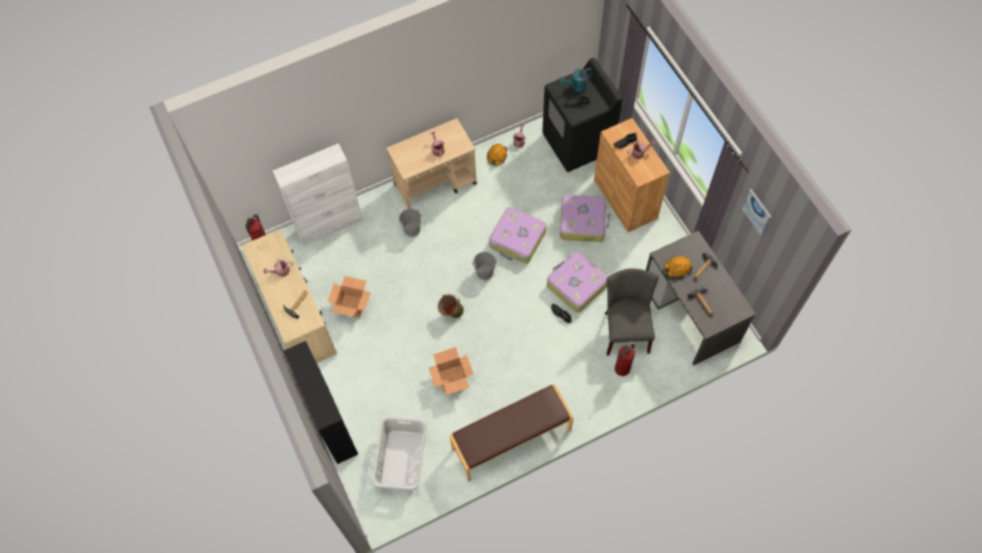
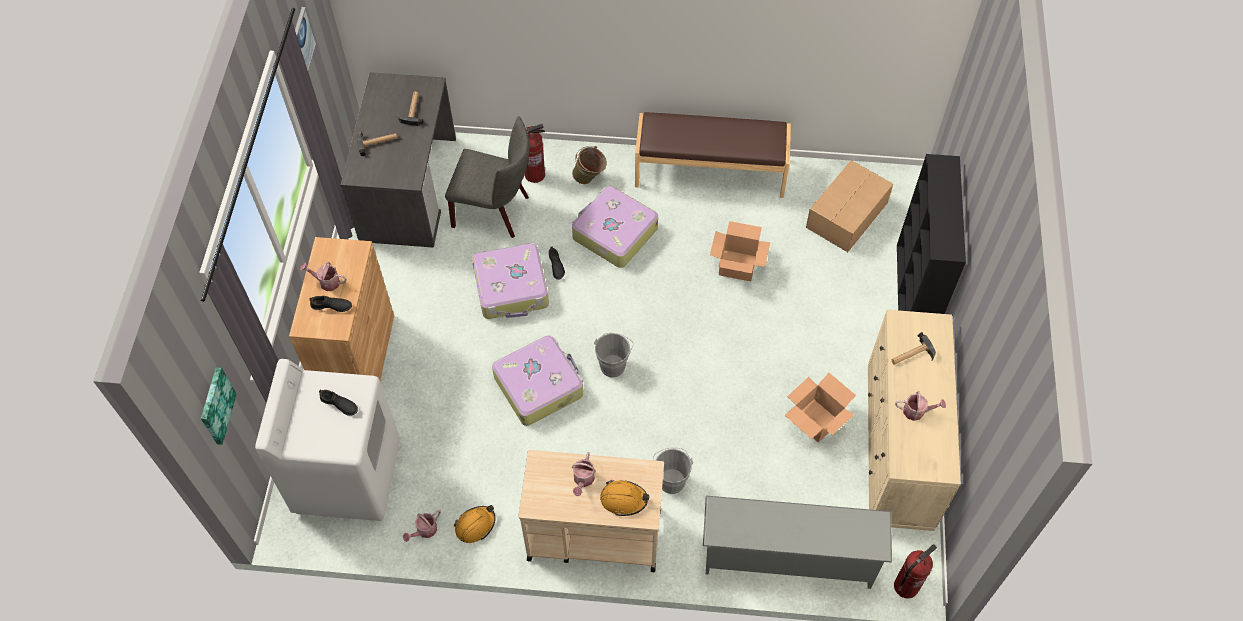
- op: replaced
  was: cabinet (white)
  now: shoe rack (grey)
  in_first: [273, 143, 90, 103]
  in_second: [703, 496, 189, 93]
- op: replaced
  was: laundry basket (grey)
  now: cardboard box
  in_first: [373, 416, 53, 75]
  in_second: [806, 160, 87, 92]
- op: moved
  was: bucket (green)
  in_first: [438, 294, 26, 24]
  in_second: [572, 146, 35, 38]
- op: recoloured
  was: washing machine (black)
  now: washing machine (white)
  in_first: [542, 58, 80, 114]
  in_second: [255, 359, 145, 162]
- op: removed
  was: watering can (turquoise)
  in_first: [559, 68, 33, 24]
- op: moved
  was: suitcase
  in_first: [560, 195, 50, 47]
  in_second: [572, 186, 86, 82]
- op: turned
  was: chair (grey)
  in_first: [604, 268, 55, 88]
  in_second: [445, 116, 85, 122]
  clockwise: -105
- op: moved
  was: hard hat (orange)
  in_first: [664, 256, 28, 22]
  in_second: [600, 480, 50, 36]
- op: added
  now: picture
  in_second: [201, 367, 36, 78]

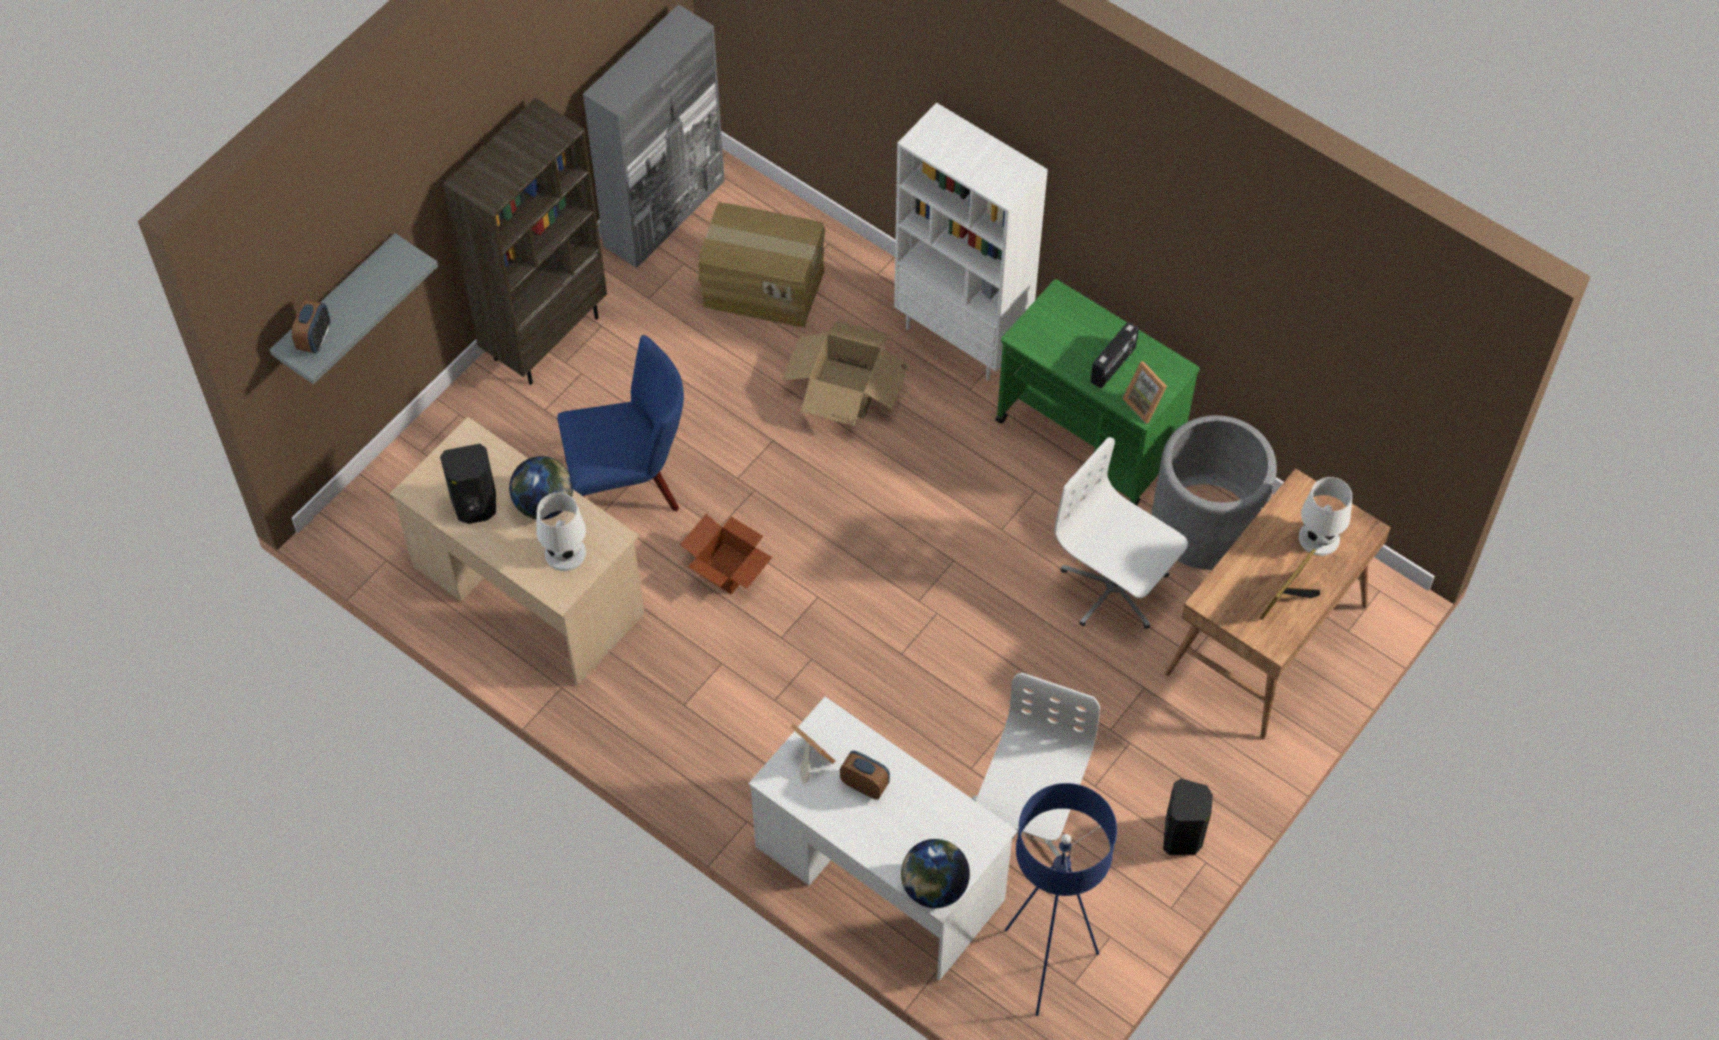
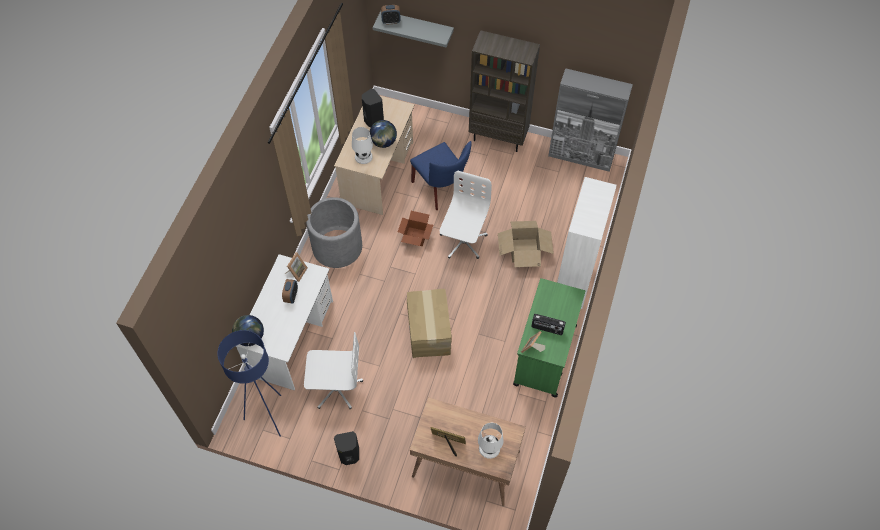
- op: moved
  was: cardboard box
  in_first: [698, 202, 127, 125]
  in_second: [407, 289, 45, 69]
- op: moved
  was: office chair (white)
  in_first: [1054, 437, 134, 192]
  in_second: [440, 171, 52, 88]
- op: moved
  was: planter (grey)
  in_first: [1152, 415, 125, 155]
  in_second: [306, 197, 56, 71]

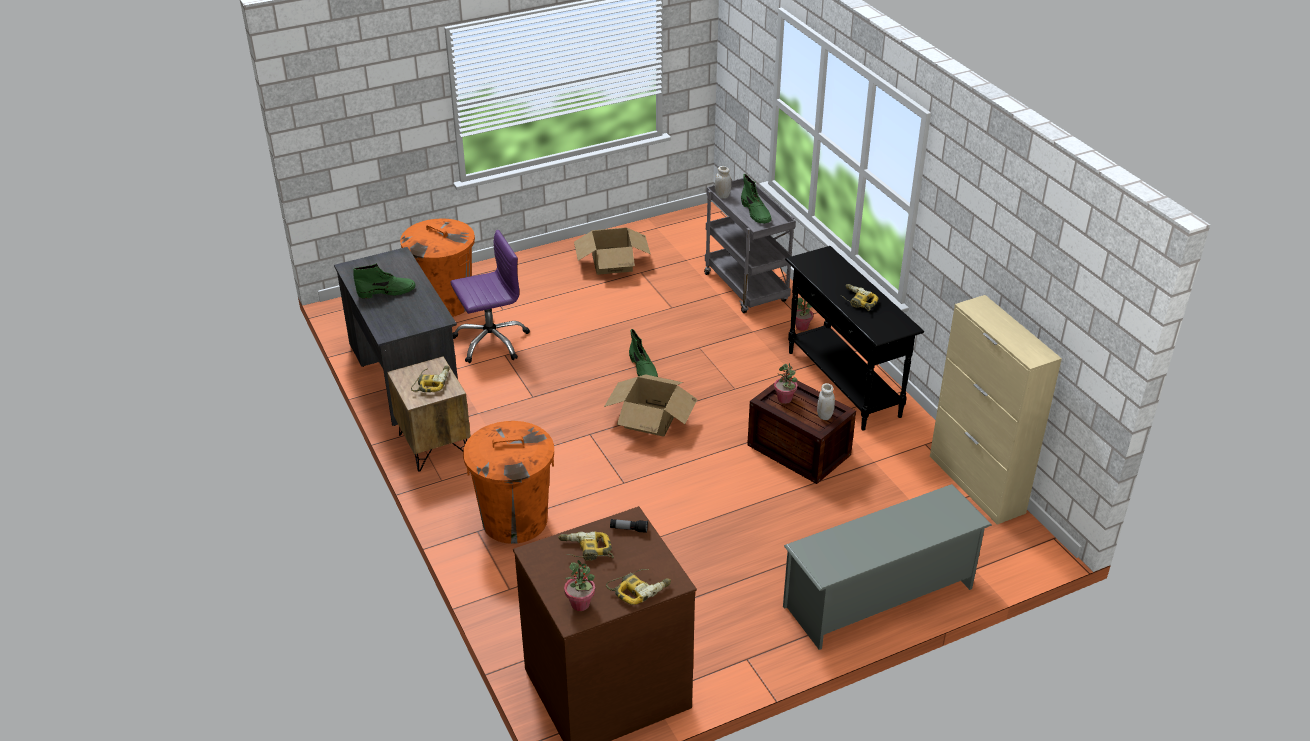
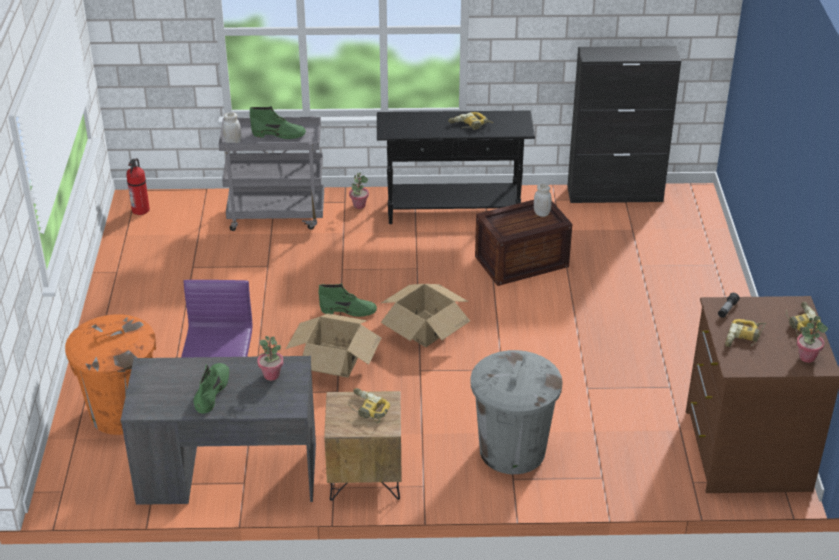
- op: recoloured
  was: trash can (orange)
  now: trash can (grey)
  in_first: [463, 421, 91, 123]
  in_second: [470, 350, 93, 124]
- op: moved
  was: cardboard box
  in_first: [574, 228, 77, 47]
  in_second: [286, 313, 95, 65]
- op: moved
  was: potted plant
  in_first: [774, 363, 23, 41]
  in_second: [257, 336, 27, 45]
- op: removed
  was: shoe rack (grey)
  in_first: [783, 484, 209, 166]
- op: recoloured
  was: cabinet (beige)
  now: cabinet (black)
  in_first: [930, 295, 132, 229]
  in_second: [567, 46, 114, 157]
- op: added
  now: fire extinguisher
  in_second: [126, 158, 24, 57]

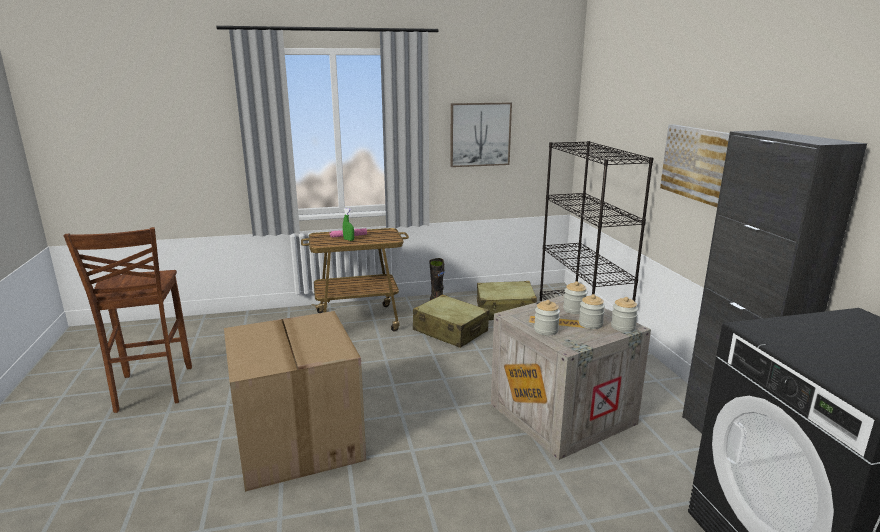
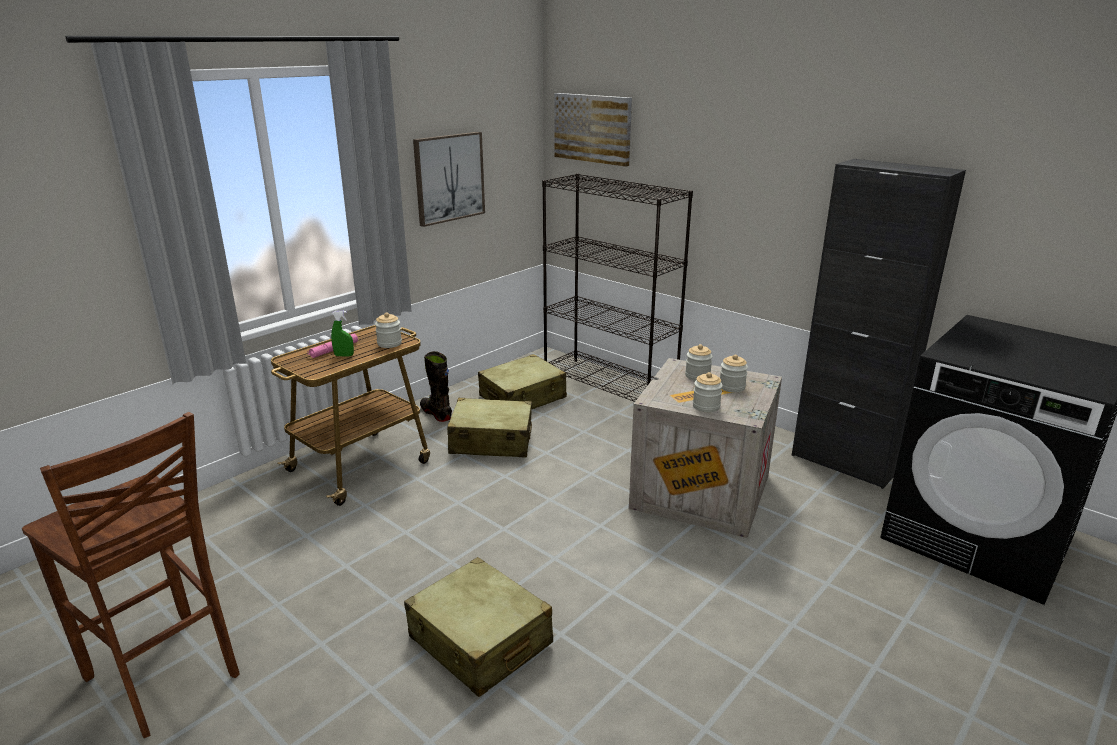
- op: replaced
  was: cardboard box
  now: suitcase (beige)
  in_first: [224, 311, 142, 181]
  in_second: [404, 557, 149, 140]
- op: moved
  was: jar
  in_first: [611, 297, 27, 35]
  in_second: [375, 312, 27, 36]
- op: moved
  was: picture
  in_first: [660, 124, 70, 83]
  in_second: [554, 93, 78, 74]

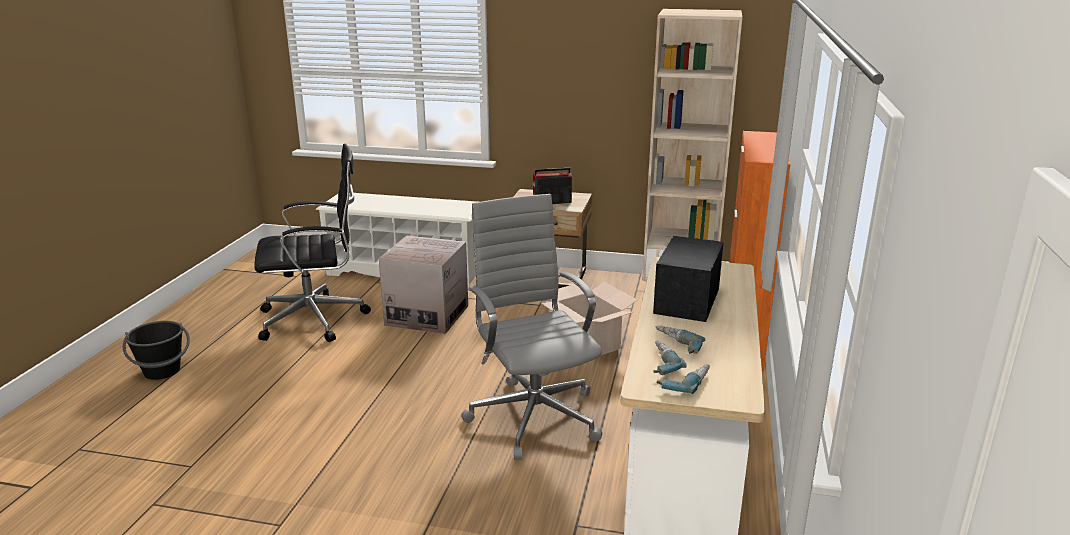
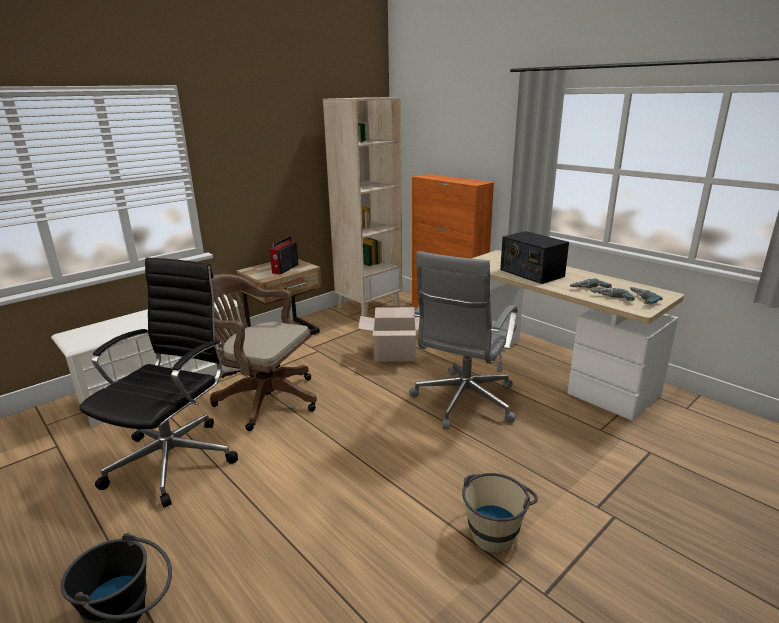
- op: replaced
  was: cardboard box
  now: office chair (brown)
  in_first: [379, 236, 89, 98]
  in_second: [210, 274, 107, 157]
- op: turned
  was: office chair (grey)
  in_first: [461, 194, 141, 266]
  in_second: [409, 251, 108, 178]
  clockwise: -75
- op: added
  now: bucket (beige)
  in_second: [462, 473, 76, 80]

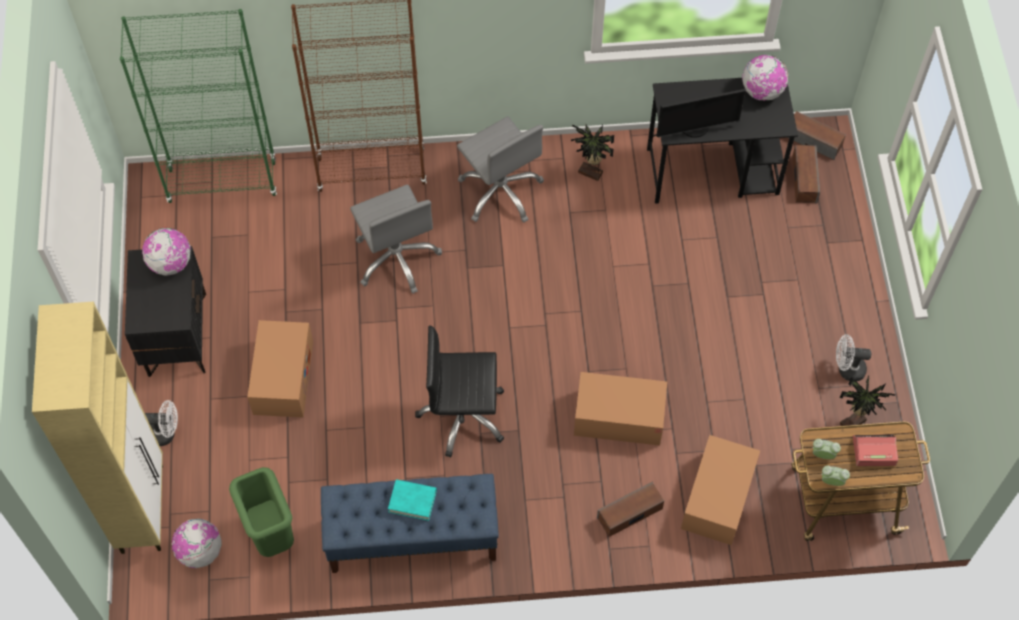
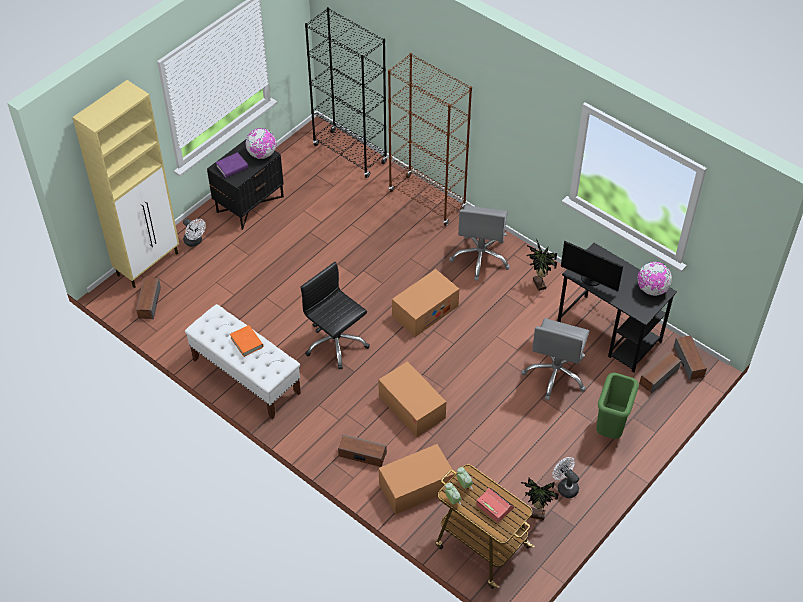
- op: recoloured
  was: bookcase (green)
  now: bookcase (black)
  in_first: [120, 9, 157, 194]
  in_second: [305, 7, 82, 171]
- op: replaced
  was: globe
  now: speaker
  in_first: [172, 519, 50, 49]
  in_second: [136, 278, 25, 42]
- op: moved
  was: trash can (green)
  in_first: [229, 467, 65, 90]
  in_second: [596, 373, 43, 66]
- op: moved
  was: cardboard box
  in_first: [247, 320, 66, 98]
  in_second: [392, 269, 67, 68]
- op: recoloured
  was: bench (blue)
  now: bench (white)
  in_first: [321, 474, 178, 99]
  in_second: [185, 304, 116, 115]
- op: moved
  was: office chair (grey)
  in_first: [350, 184, 92, 110]
  in_second: [522, 318, 67, 82]
- op: recoloured
  was: book (turquoise)
  now: book (orange)
  in_first: [388, 479, 49, 42]
  in_second: [230, 325, 33, 32]
- op: added
  now: book (purple)
  in_second: [216, 152, 32, 26]

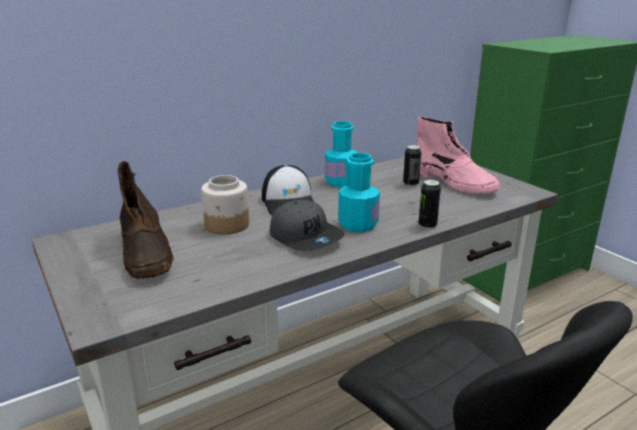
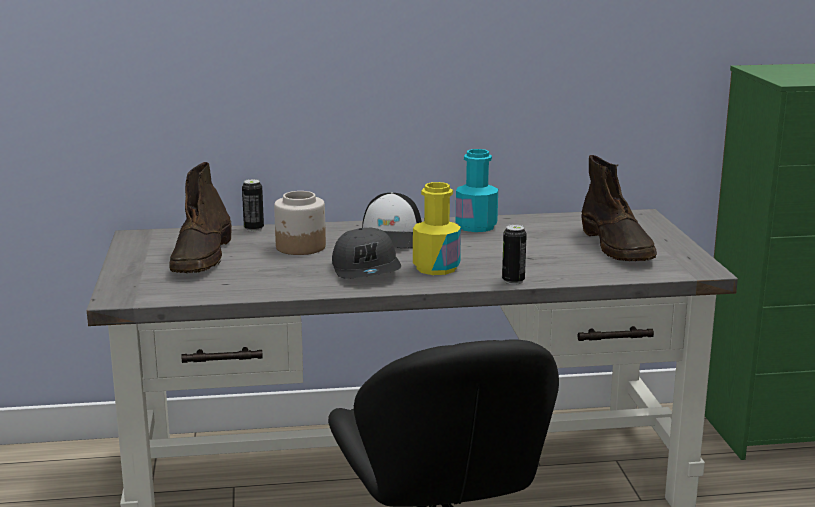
- op: recoloured
  was: bottle (turquoise)
  now: bottle (yellow)
  in_first: [338, 153, 42, 79]
  in_second: [413, 182, 48, 93]
- op: moved
  was: can
  in_first: [403, 145, 18, 42]
  in_second: [242, 179, 22, 53]
- op: recoloured
  was: boot (pink)
  now: boot (brown)
  in_first: [416, 116, 84, 78]
  in_second: [582, 155, 75, 106]

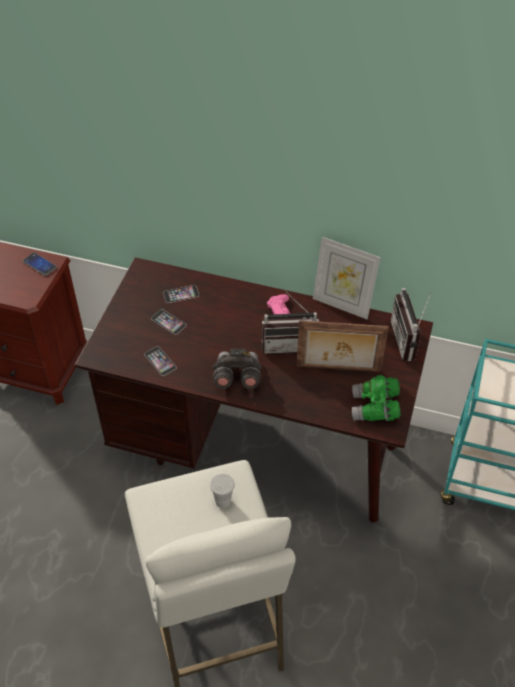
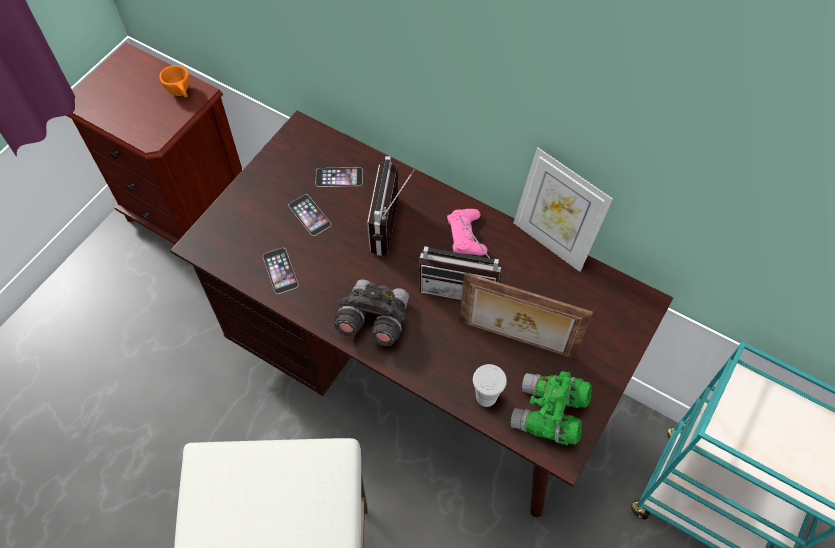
- op: replaced
  was: phone
  now: cup (orange)
  in_first: [23, 253, 34, 23]
  in_second: [159, 65, 31, 32]
- op: moved
  was: cup (white)
  in_first: [210, 474, 25, 34]
  in_second: [473, 364, 34, 43]
- op: moved
  was: radio
  in_first: [391, 288, 41, 73]
  in_second: [367, 156, 48, 100]

